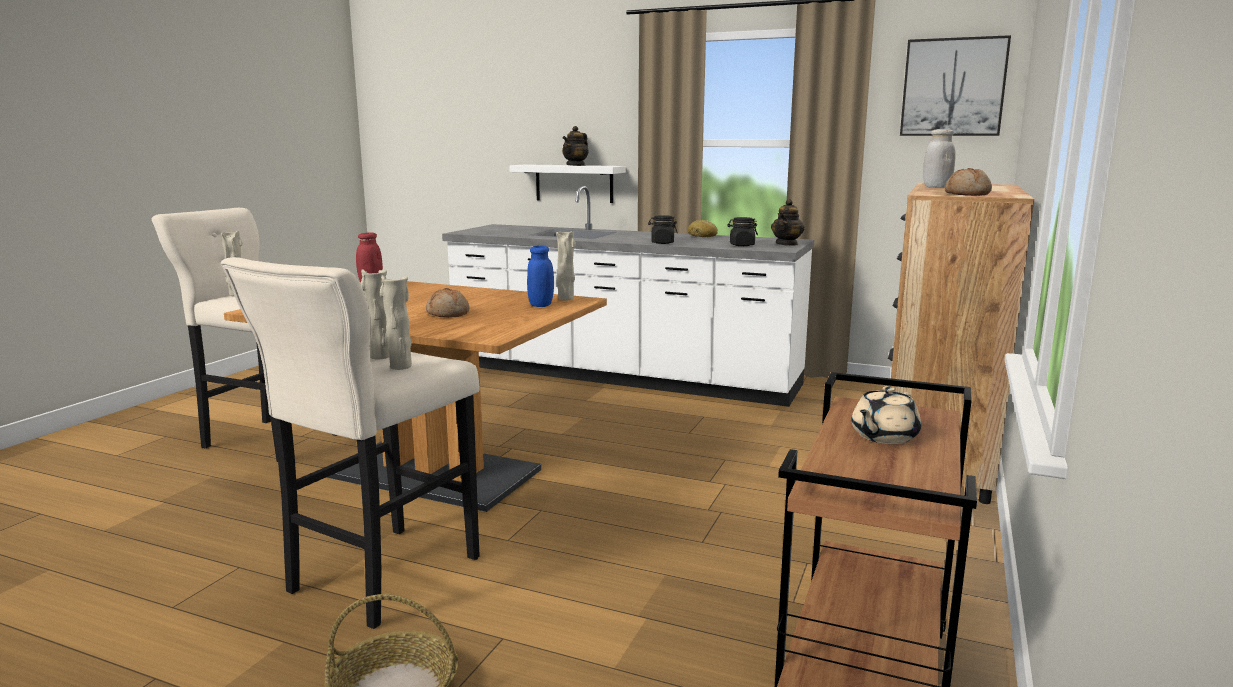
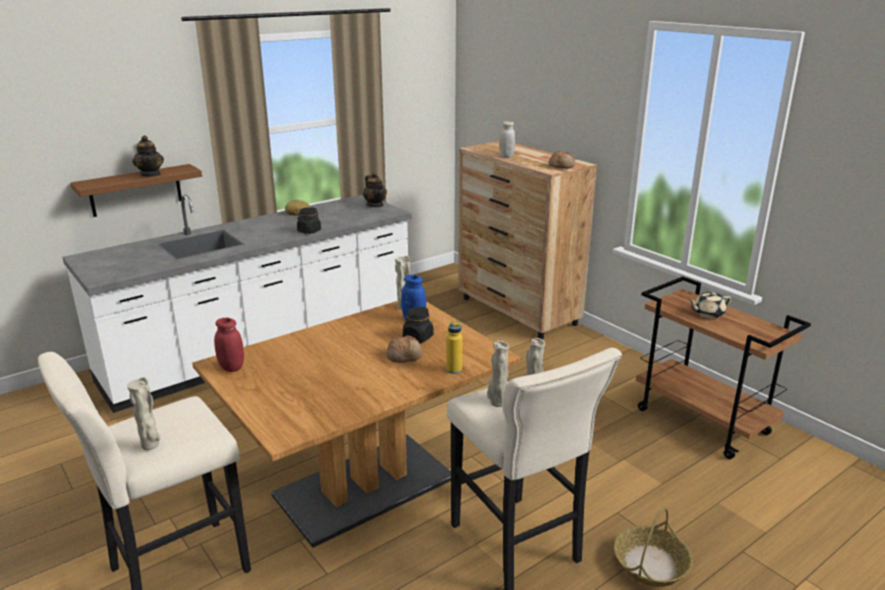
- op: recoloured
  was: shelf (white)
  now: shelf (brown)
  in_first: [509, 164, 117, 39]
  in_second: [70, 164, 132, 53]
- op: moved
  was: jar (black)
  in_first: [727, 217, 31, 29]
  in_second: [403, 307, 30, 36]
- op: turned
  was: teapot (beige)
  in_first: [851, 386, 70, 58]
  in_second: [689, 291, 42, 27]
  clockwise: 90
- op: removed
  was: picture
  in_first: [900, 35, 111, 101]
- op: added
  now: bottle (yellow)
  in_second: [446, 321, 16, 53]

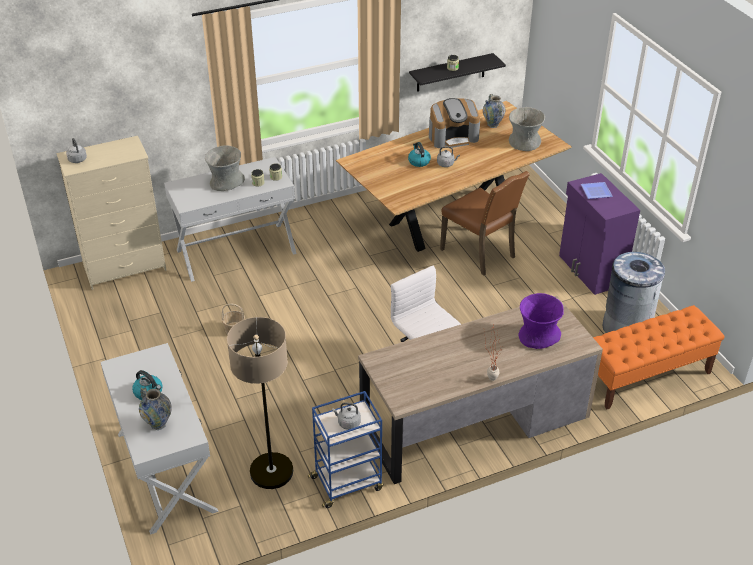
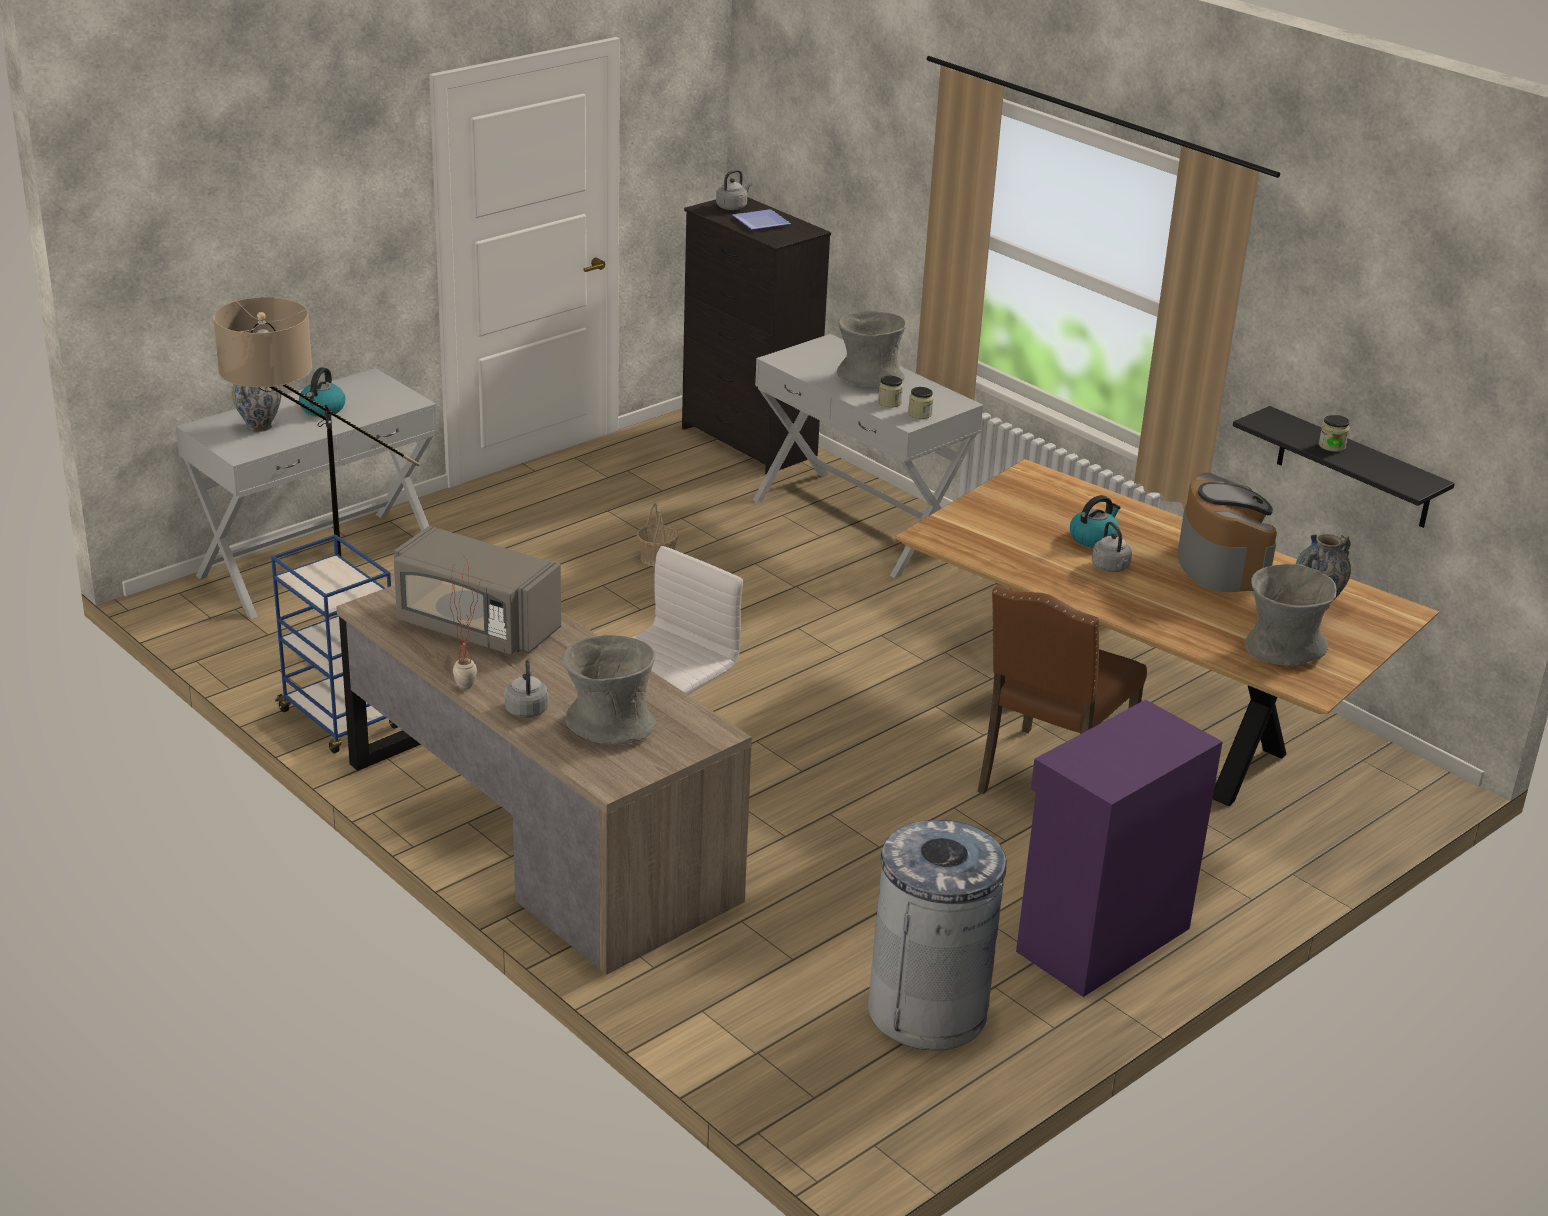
- op: recoloured
  was: dresser (beige)
  now: dresser (black)
  in_first: [56, 136, 111, 154]
  in_second: [682, 197, 149, 277]
- op: moved
  was: kettle (grey)
  in_first: [332, 402, 29, 28]
  in_second: [504, 660, 45, 58]
- op: turned
  was: coffee machine
  in_first: [429, 98, 51, 50]
  in_second: [1177, 473, 100, 119]
  clockwise: -150
- op: recoloured
  was: vase (purple)
  now: vase (grey)
  in_first: [519, 293, 45, 56]
  in_second: [562, 635, 93, 109]
- op: moved
  was: plate
  in_first: [581, 182, 32, 17]
  in_second: [732, 209, 59, 21]
- op: removed
  was: bench (orange)
  in_first: [593, 305, 132, 104]
- op: added
  now: microwave (grey)
  in_second: [394, 526, 167, 128]

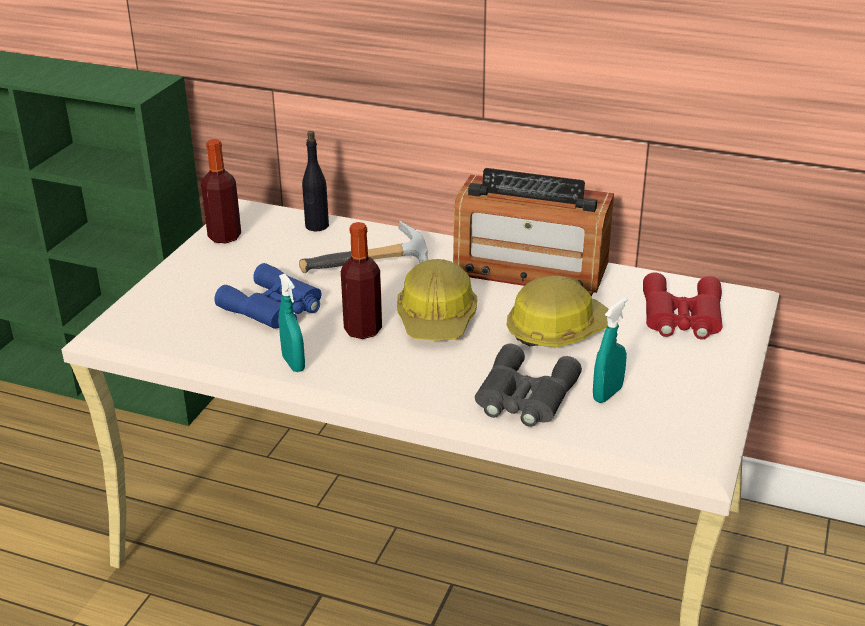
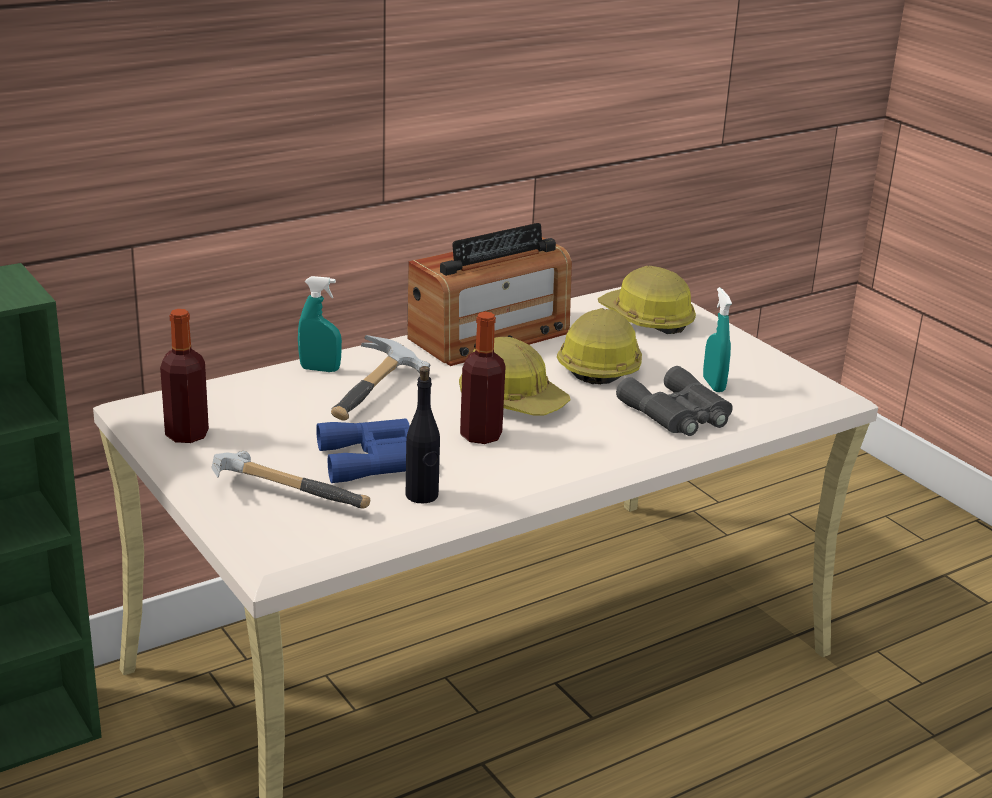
- op: moved
  was: spray bottle (turquoise)
  in_first: [279, 274, 26, 98]
  in_second: [298, 276, 44, 96]
- op: moved
  was: bottle (black)
  in_first: [302, 131, 27, 100]
  in_second: [406, 366, 34, 138]
- op: replaced
  was: binoculars (red)
  now: hard hat
  in_first: [643, 272, 79, 67]
  in_second: [598, 266, 98, 68]
- op: added
  now: hammer
  in_second: [211, 451, 159, 58]

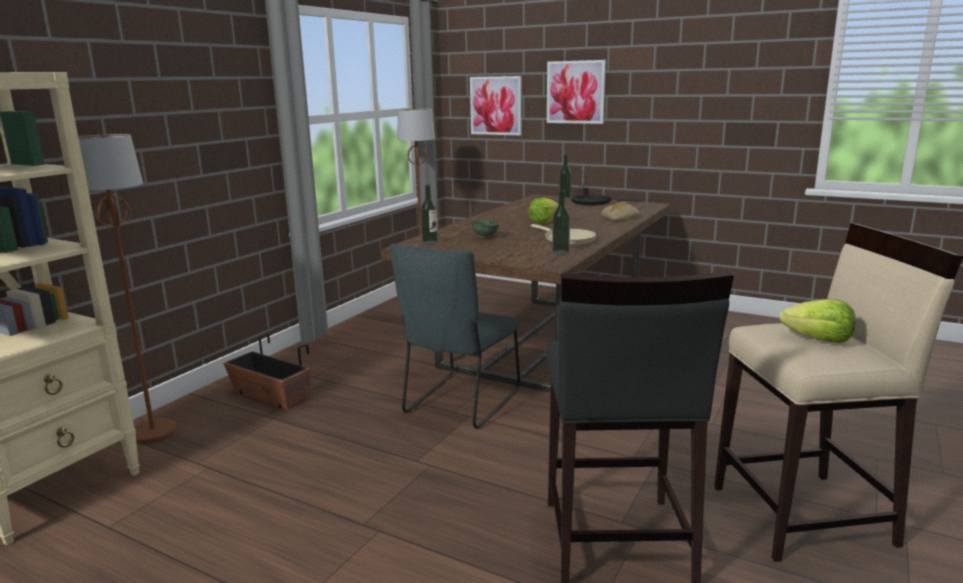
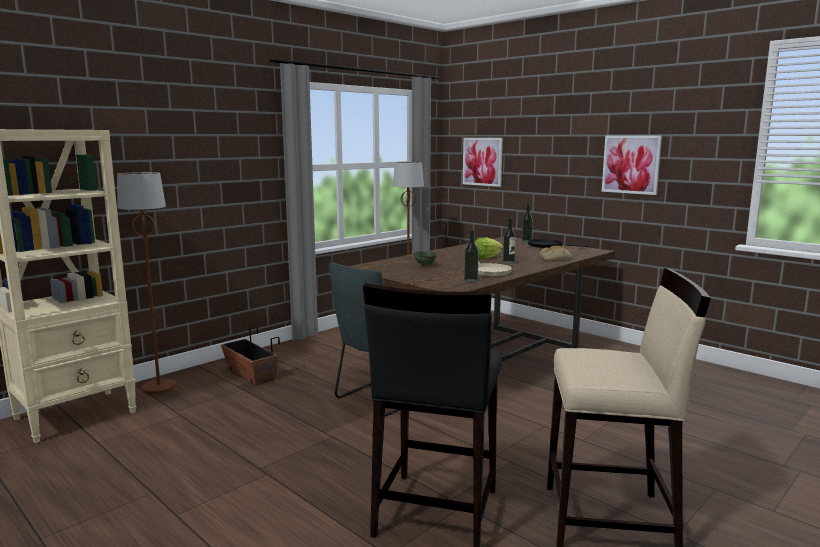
- op: moved
  was: bottle
  in_first: [421, 185, 17, 59]
  in_second: [503, 218, 13, 46]
- op: moved
  was: picture
  in_first: [547, 60, 59, 64]
  in_second: [602, 135, 60, 60]
- op: removed
  was: lettuce
  in_first: [779, 299, 77, 44]

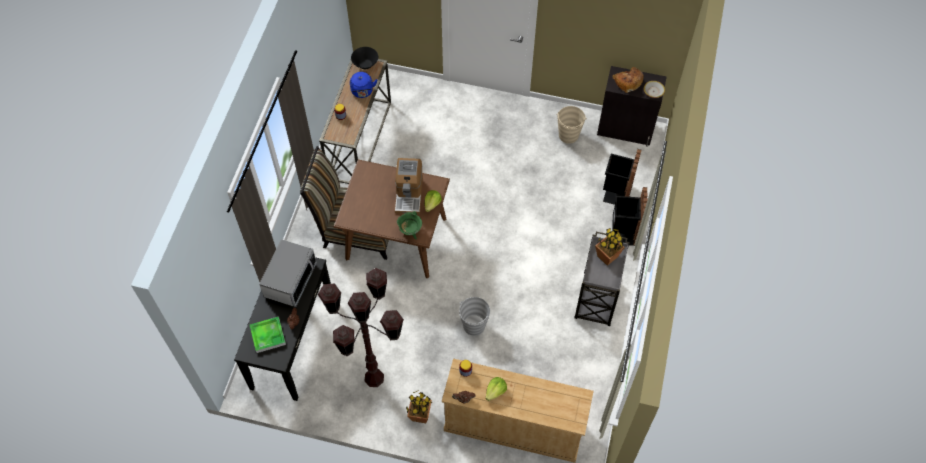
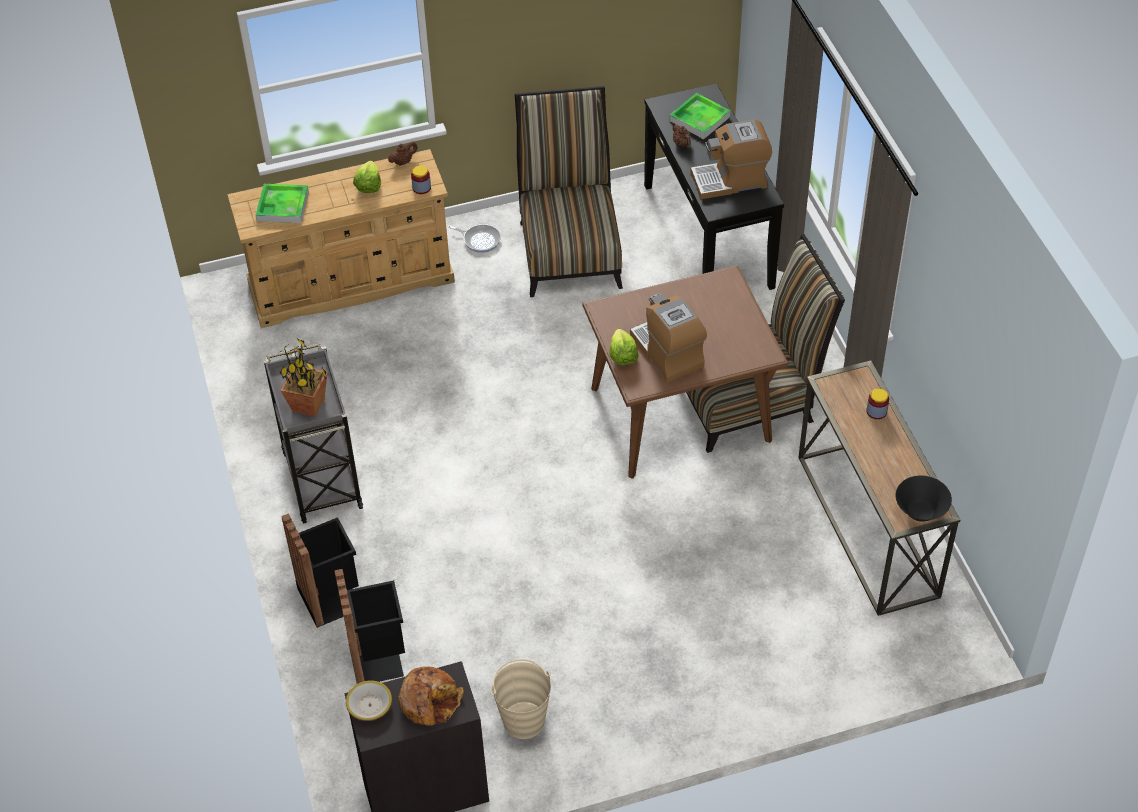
- op: replaced
  was: microwave
  now: coffee machine
  in_first: [259, 239, 58, 68]
  in_second: [690, 119, 82, 80]
- op: replaced
  was: floor lamp (brown)
  now: chair
  in_first: [318, 268, 86, 119]
  in_second: [515, 86, 108, 211]
- op: removed
  was: kettle (blue)
  in_first: [350, 72, 27, 26]
- op: removed
  was: cooking pot (green)
  in_first: [397, 211, 25, 28]
- op: replaced
  was: potted plant
  now: frying pan
  in_first: [406, 391, 26, 32]
  in_second: [448, 224, 53, 29]
- op: removed
  was: bucket (grey)
  in_first: [459, 297, 31, 39]
- op: added
  now: tray
  in_second: [256, 184, 53, 39]

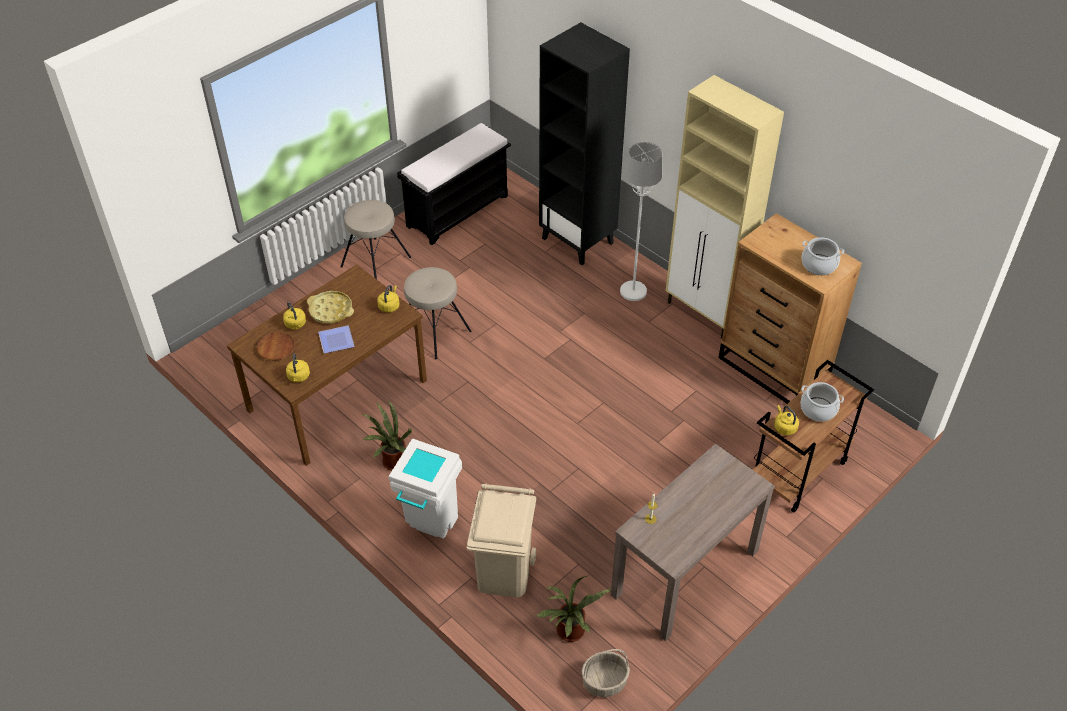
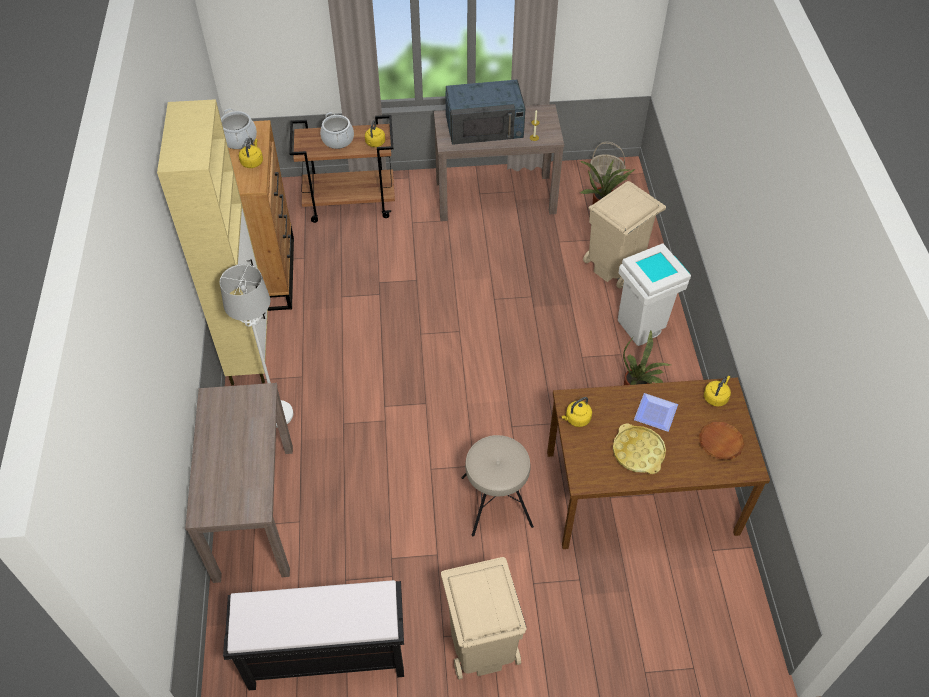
- op: moved
  was: kettle (yellow)
  in_first: [283, 302, 23, 27]
  in_second: [239, 138, 24, 30]
- op: replaced
  was: stool (beige)
  now: trash can (beige)
  in_first: [340, 200, 71, 79]
  in_second: [441, 557, 86, 122]
- op: replaced
  was: bookcase (black)
  now: console table (brown)
  in_first: [539, 22, 91, 243]
  in_second: [185, 383, 108, 200]
- op: added
  now: microwave (blue)
  in_second: [445, 80, 81, 65]

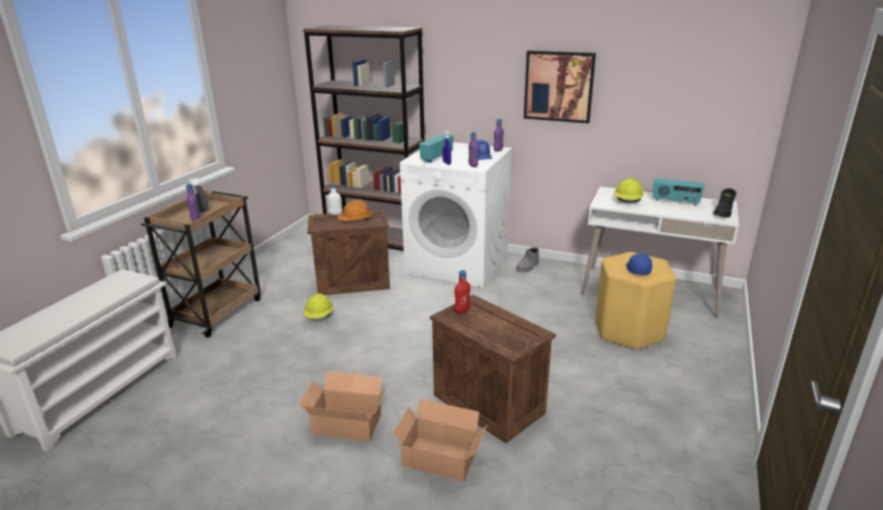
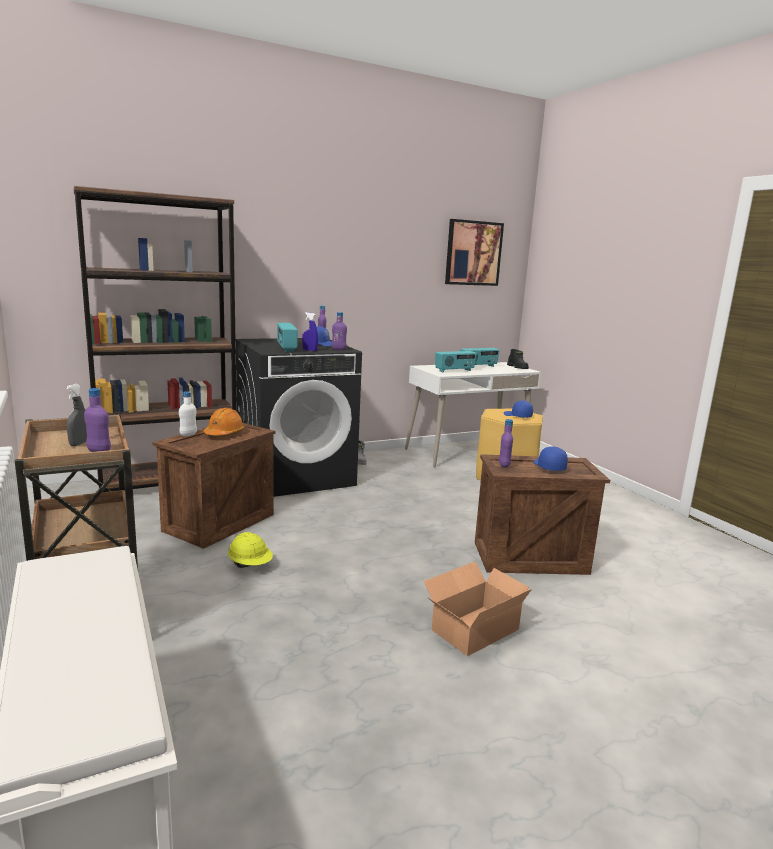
- op: removed
  was: cardboard box
  in_first: [393, 399, 94, 83]
- op: recoloured
  was: washing machine (white)
  now: washing machine (black)
  in_first: [400, 142, 112, 146]
  in_second: [235, 338, 127, 159]
- op: recoloured
  was: bottle (red)
  now: bottle (purple)
  in_first: [454, 270, 17, 44]
  in_second: [499, 419, 14, 49]
- op: moved
  was: picture
  in_first: [524, 50, 72, 73]
  in_second: [445, 219, 59, 67]
- op: replaced
  was: hard hat (yellow)
  now: radio
  in_first: [614, 178, 30, 25]
  in_second: [435, 351, 42, 21]
- op: added
  now: cap (blue)
  in_second: [533, 446, 35, 25]

